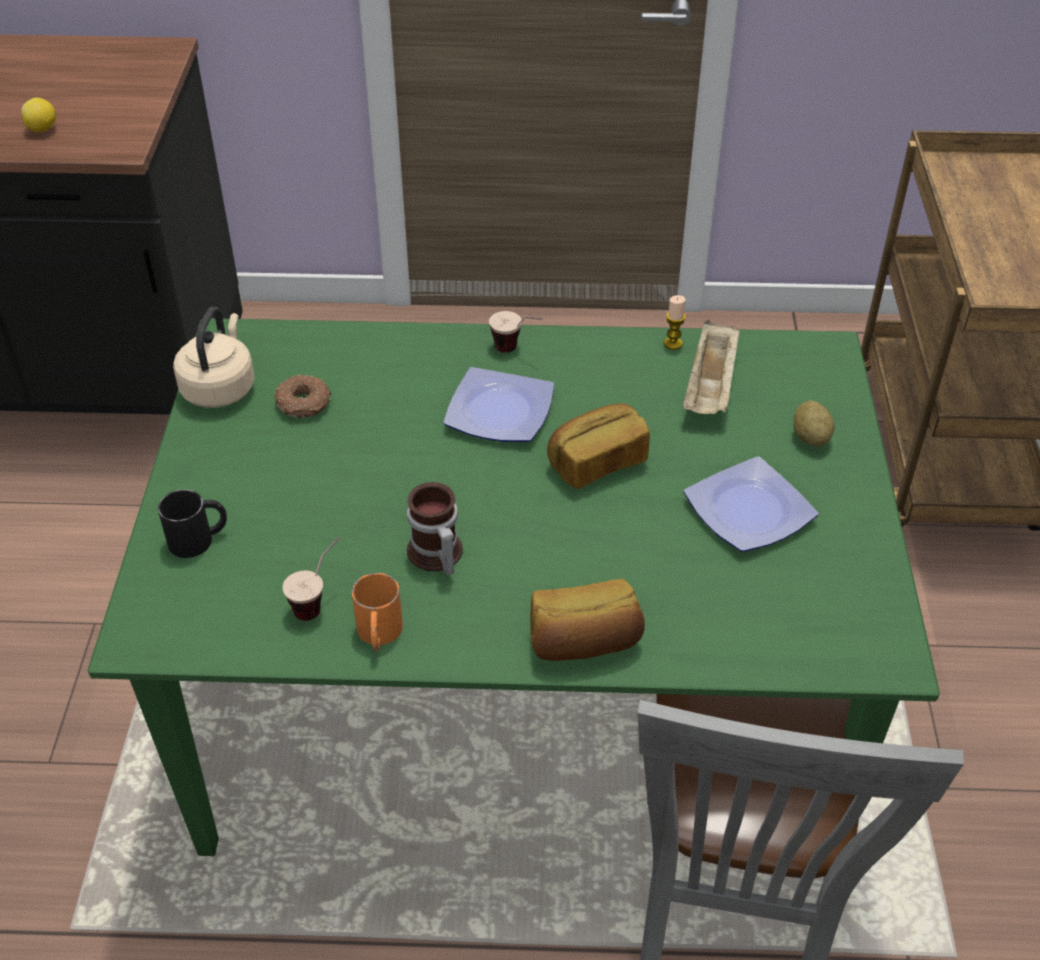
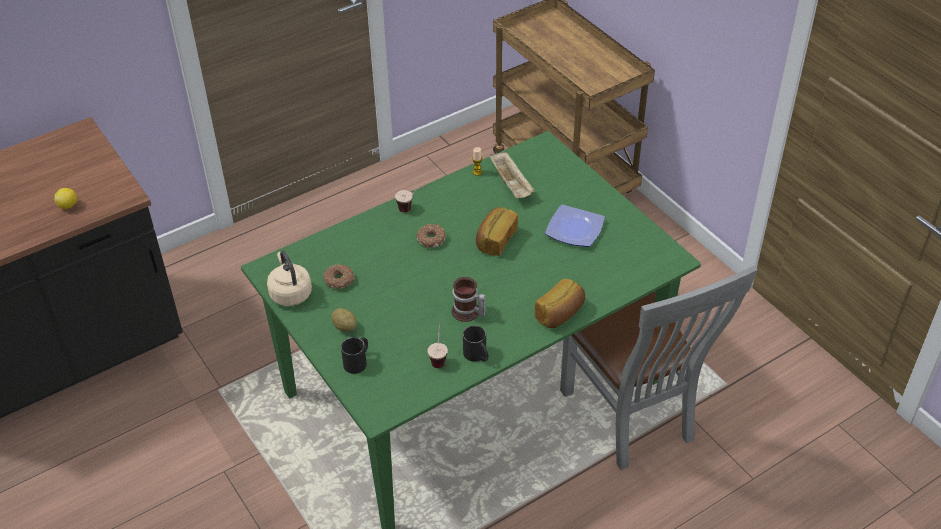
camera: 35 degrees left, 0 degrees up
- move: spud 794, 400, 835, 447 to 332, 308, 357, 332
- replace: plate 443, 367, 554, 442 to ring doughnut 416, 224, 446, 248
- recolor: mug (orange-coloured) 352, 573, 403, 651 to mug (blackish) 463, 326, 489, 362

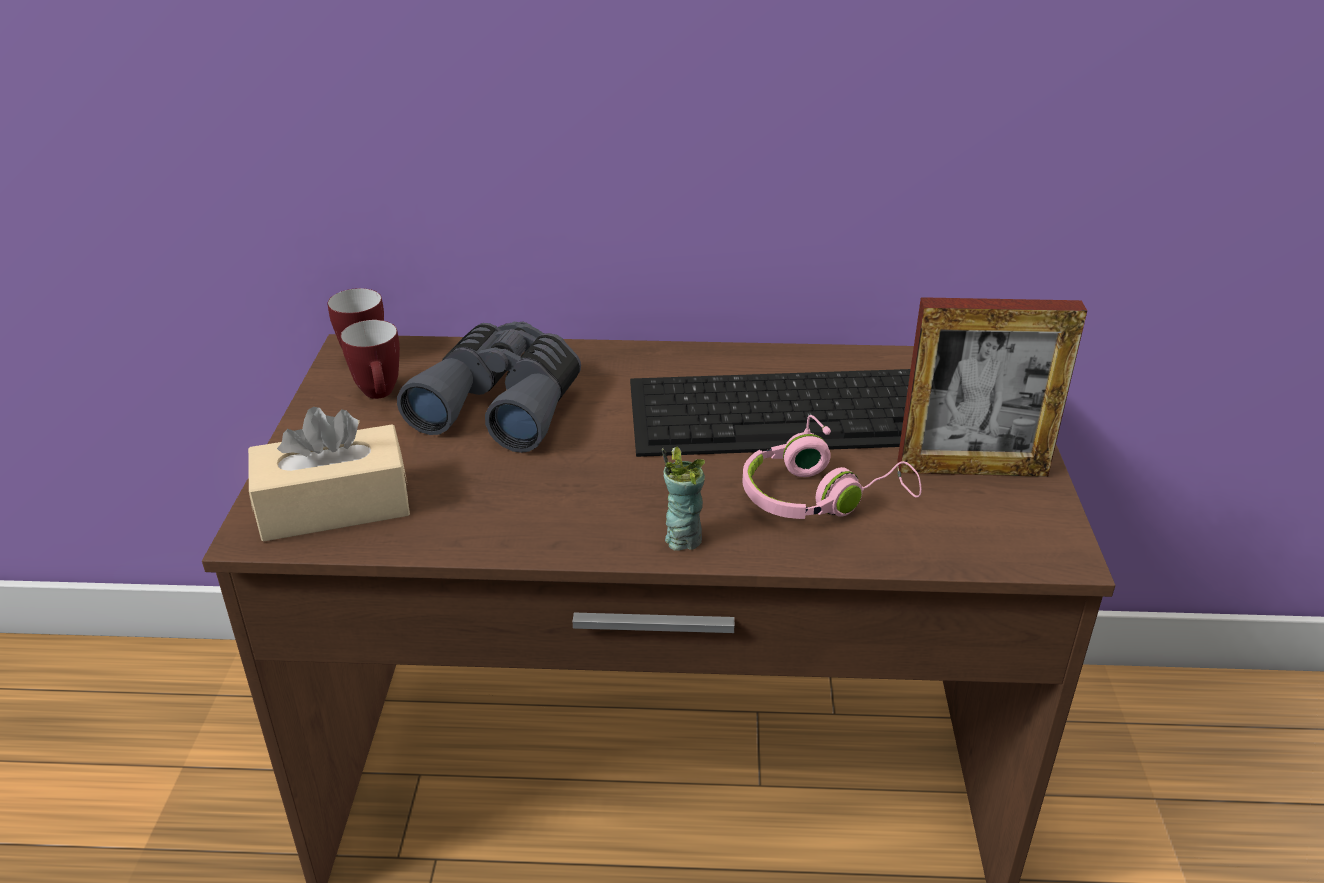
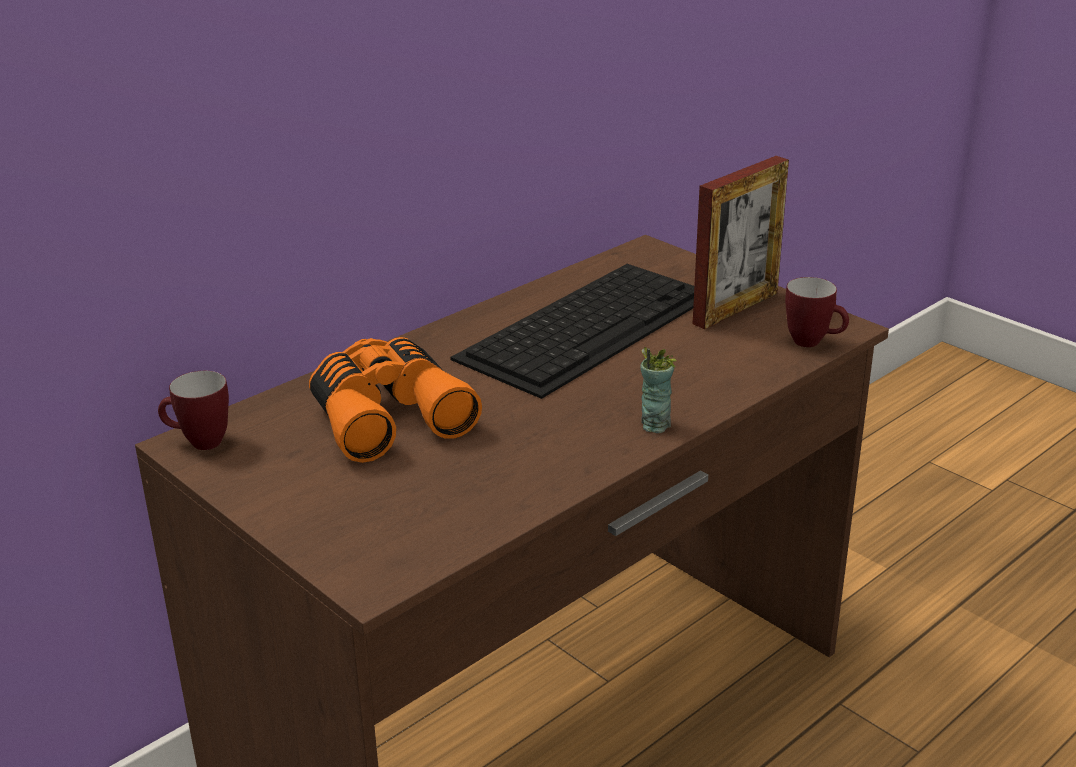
camera: 45 degrees left, 5 degrees down
- recolor: pair of binoculars (grey) 397, 321, 581, 453 to pair of binoculars (orange-coloured) 309, 337, 482, 463
- move: mug 341, 320, 400, 399 to 785, 277, 849, 347
- delete: tissue holder (sand-coloured) 248, 407, 410, 542
- delete: headset (pink) 742, 415, 922, 519

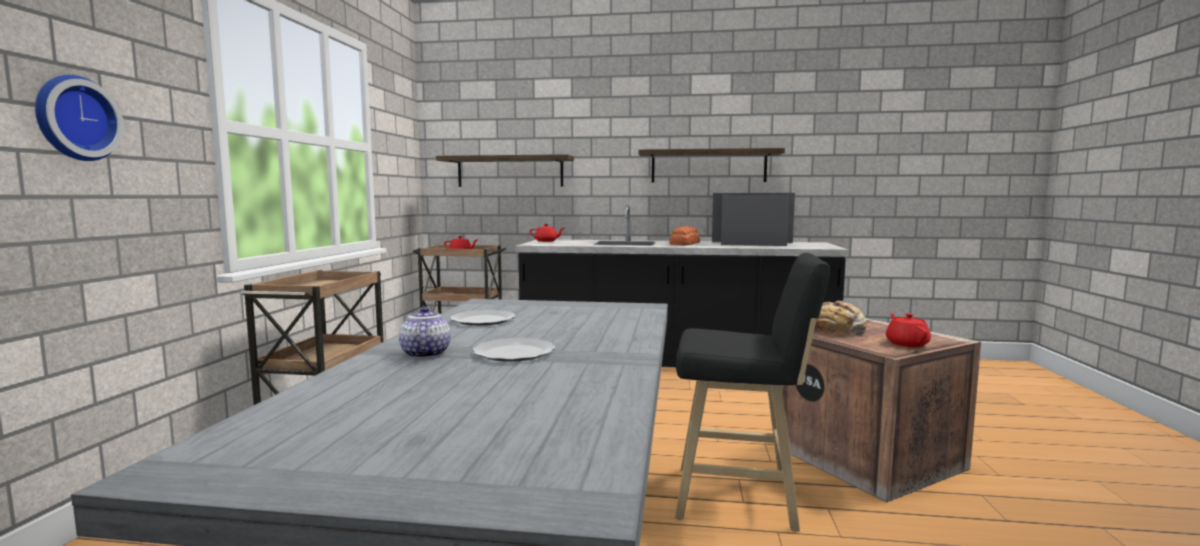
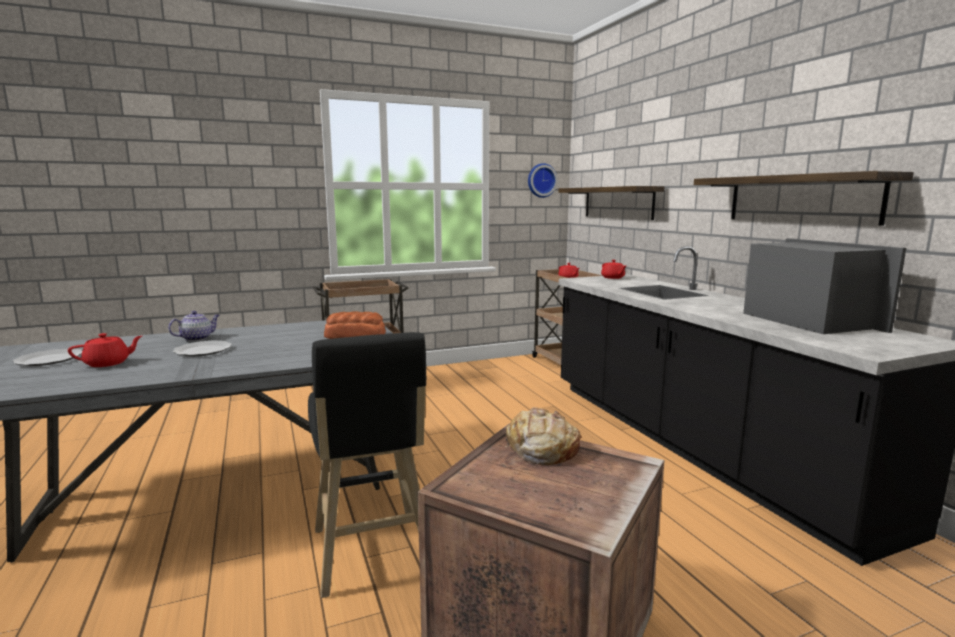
camera: 60 degrees right, 5 degrees up
- move: plate 451, 310, 516, 326 to 13, 348, 82, 366
- move: tea pot (red-coloured) 886, 313, 931, 347 to 68, 333, 142, 367
- move: baked bread 669, 226, 700, 245 to 324, 311, 386, 339
- move: clock on the wall 35, 75, 124, 161 to 528, 163, 558, 198

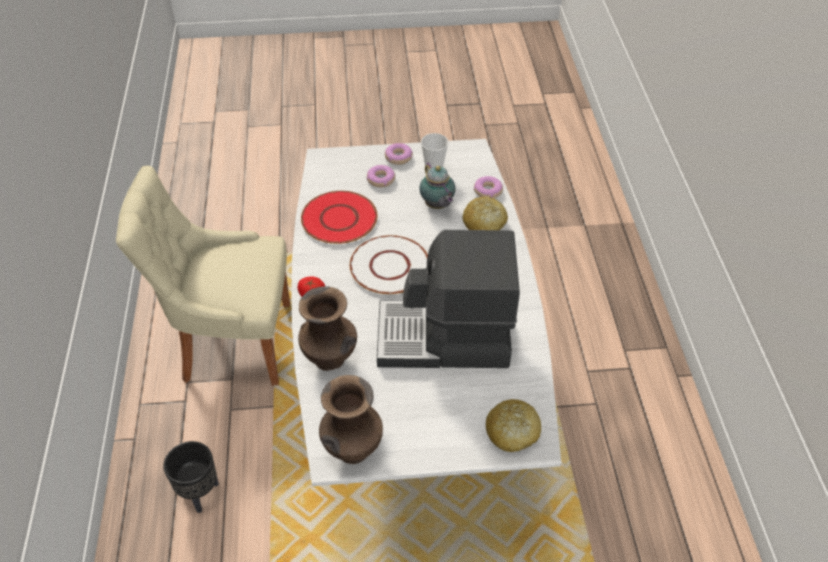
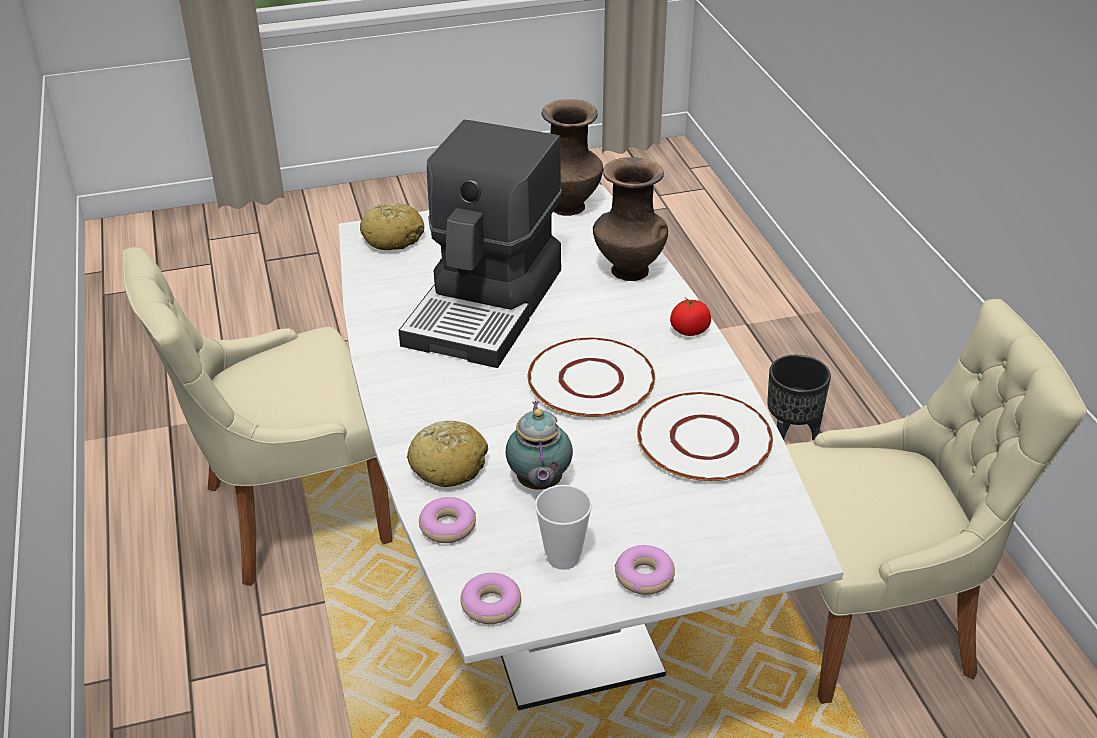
camera: 170 degrees right, 10 degrees down
- insert: upright chair (sand-coloured) 122, 247, 392, 586
- rotate: coffee machine 377, 230, 520, 368 = 399, 120, 562, 368 120 degrees clockwise
- move: ring doughnut 367, 165, 395, 187 to 460, 573, 521, 624
- rotate: tea pot 419, 162, 456, 209 = 505, 401, 573, 490 150 degrees counterclockwise
- recolor: plate (red-coloured) 301, 191, 377, 244 to plate (whitish) 637, 392, 773, 481

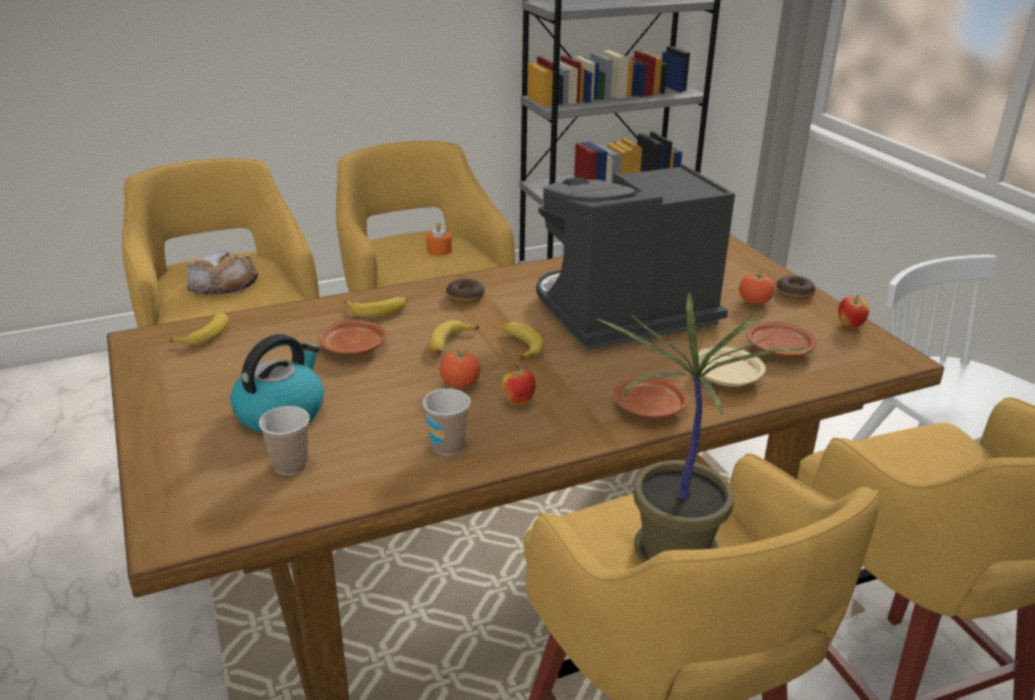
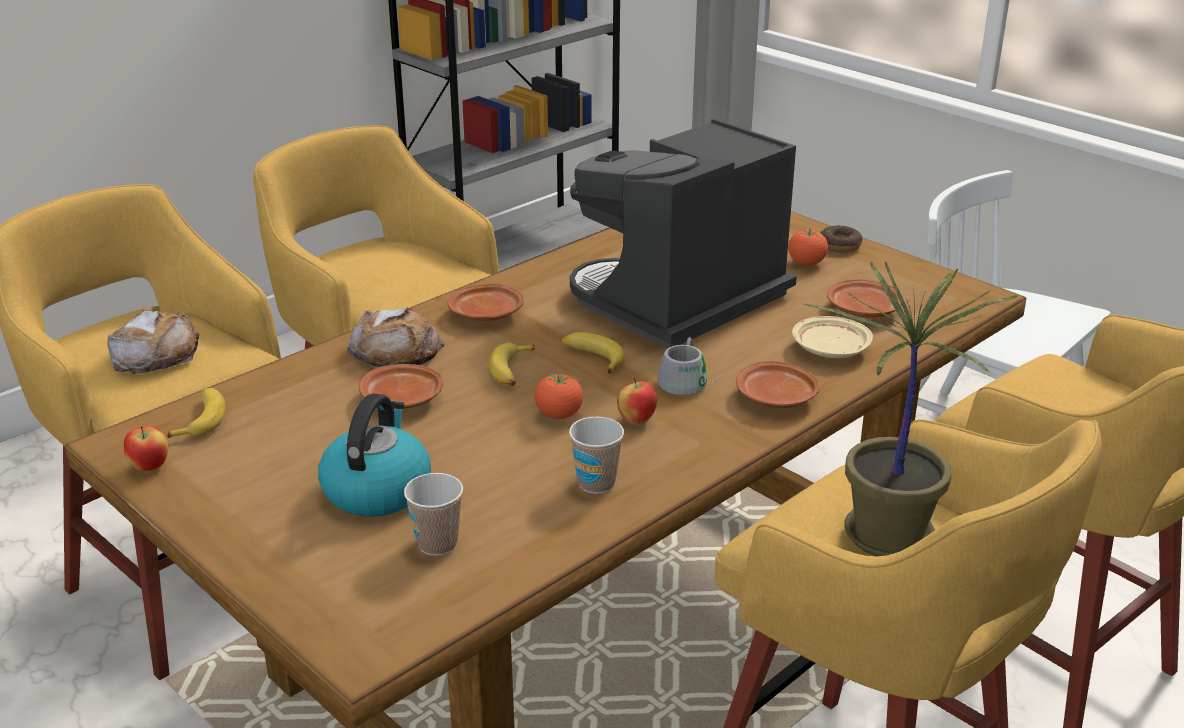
camera: 20 degrees left, 0 degrees up
- move: apple fruit 838, 295, 869, 328 to 124, 426, 168, 471
- replace: banana fruit 344, 297, 408, 318 to baked bread 347, 307, 444, 368
- replace: ring doughnut 446, 278, 485, 303 to plate (brown) 447, 284, 524, 321
- insert: mug (grey) 657, 337, 722, 396
- delete: wax candle (orange-coloured) 426, 222, 452, 256

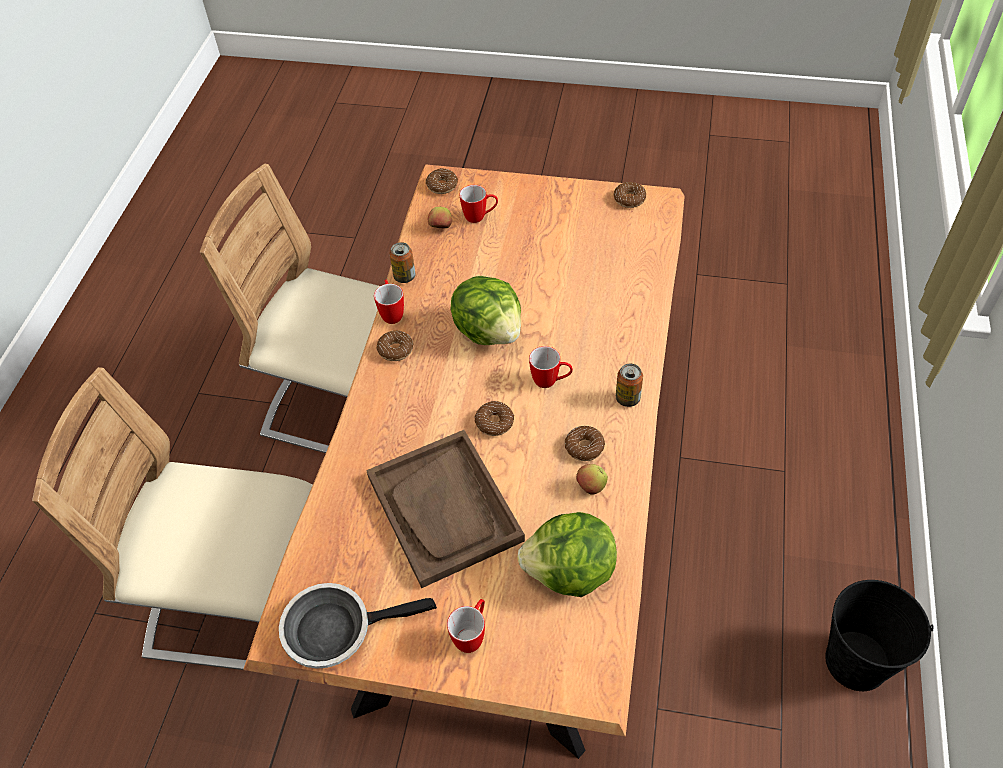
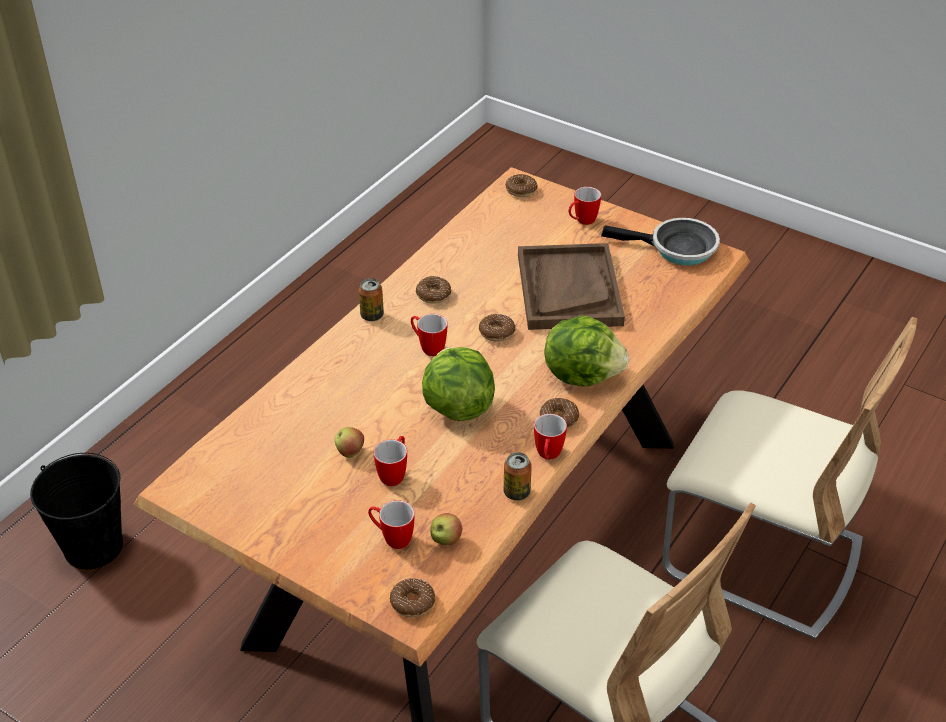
camera: 160 degrees left, 10 degrees down
- move: bucket (blackish) 825, 580, 934, 691 to 30, 453, 123, 569
- move: apple fruit 576, 464, 608, 495 to 335, 427, 364, 458
- insert: mug 373, 436, 407, 486
- move: ring doughnut 614, 182, 646, 208 to 505, 174, 538, 197
- move: lettuce head 517, 512, 617, 597 to 545, 316, 629, 387

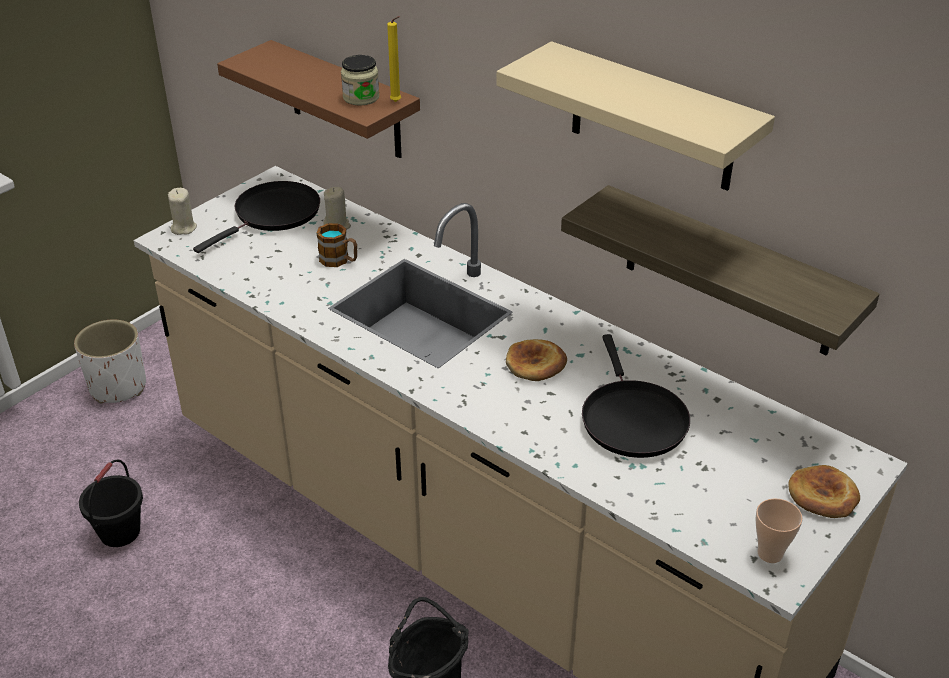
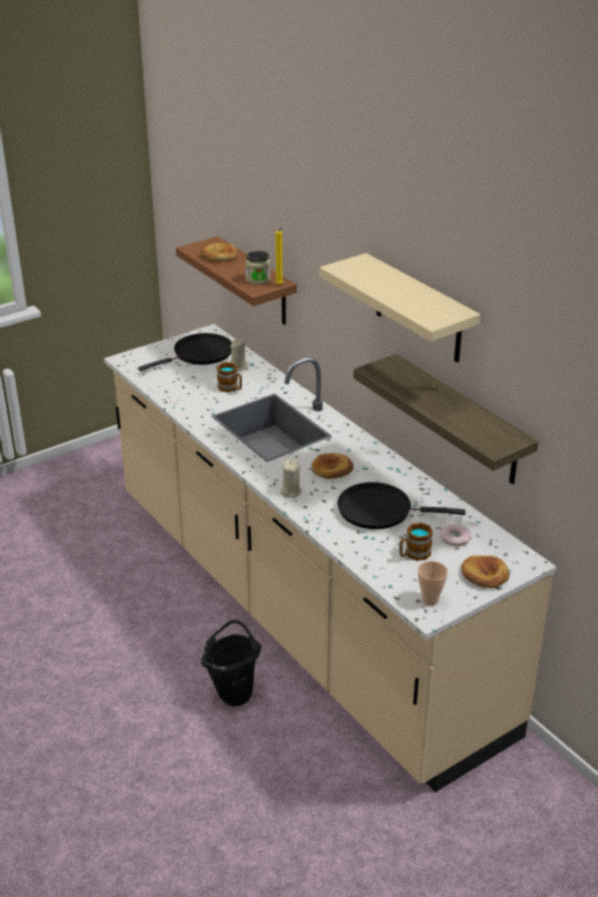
camera: 15 degrees right, 5 degrees down
- insert: baked bread 200, 243, 238, 262
- move: wax candle (sand-coloured) 168, 188, 197, 235 to 280, 459, 302, 498
- rotate: skillet (blackish) 582, 334, 690, 458 = 337, 482, 466, 529 90 degrees clockwise
- insert: mug 399, 523, 433, 561
- insert: ring doughnut 440, 524, 471, 546
- delete: plant pot (whitish) 74, 319, 146, 404
- delete: bucket (blackish) 79, 459, 143, 547

